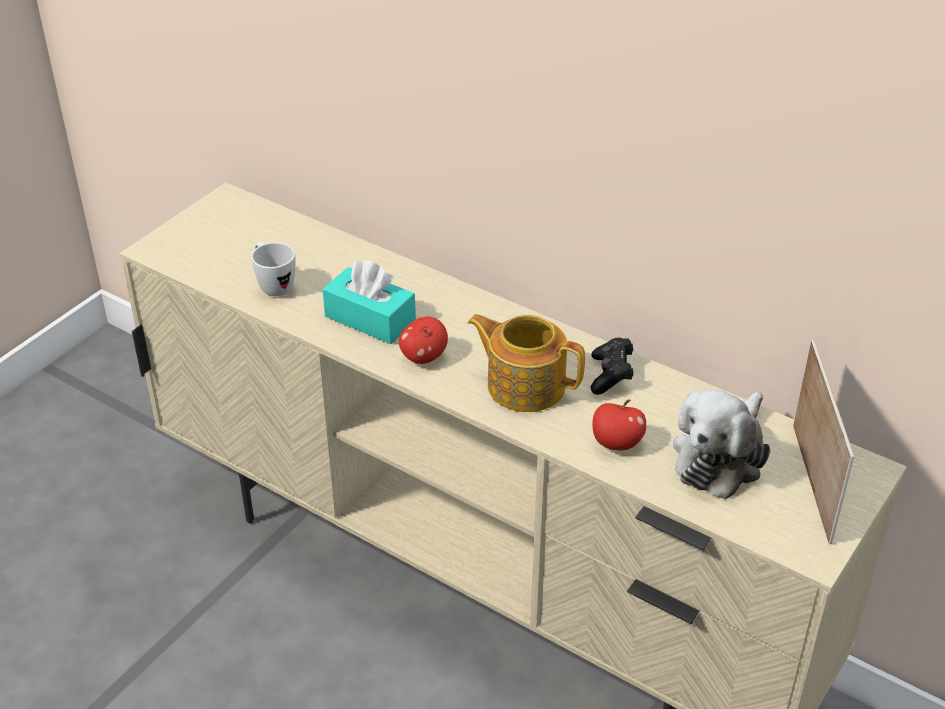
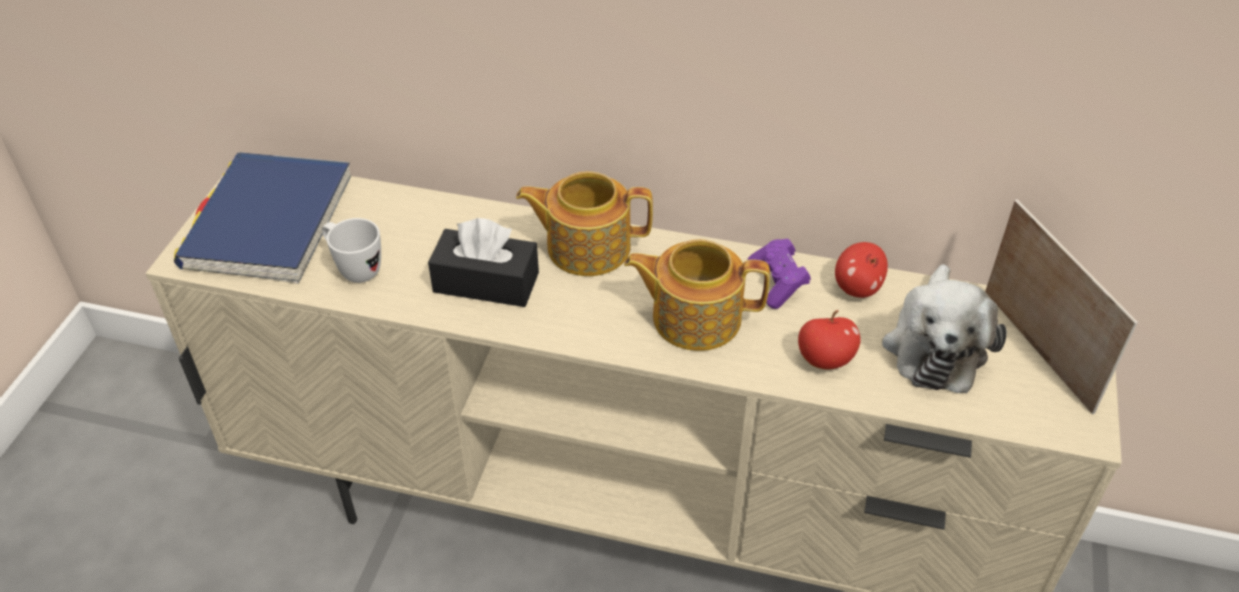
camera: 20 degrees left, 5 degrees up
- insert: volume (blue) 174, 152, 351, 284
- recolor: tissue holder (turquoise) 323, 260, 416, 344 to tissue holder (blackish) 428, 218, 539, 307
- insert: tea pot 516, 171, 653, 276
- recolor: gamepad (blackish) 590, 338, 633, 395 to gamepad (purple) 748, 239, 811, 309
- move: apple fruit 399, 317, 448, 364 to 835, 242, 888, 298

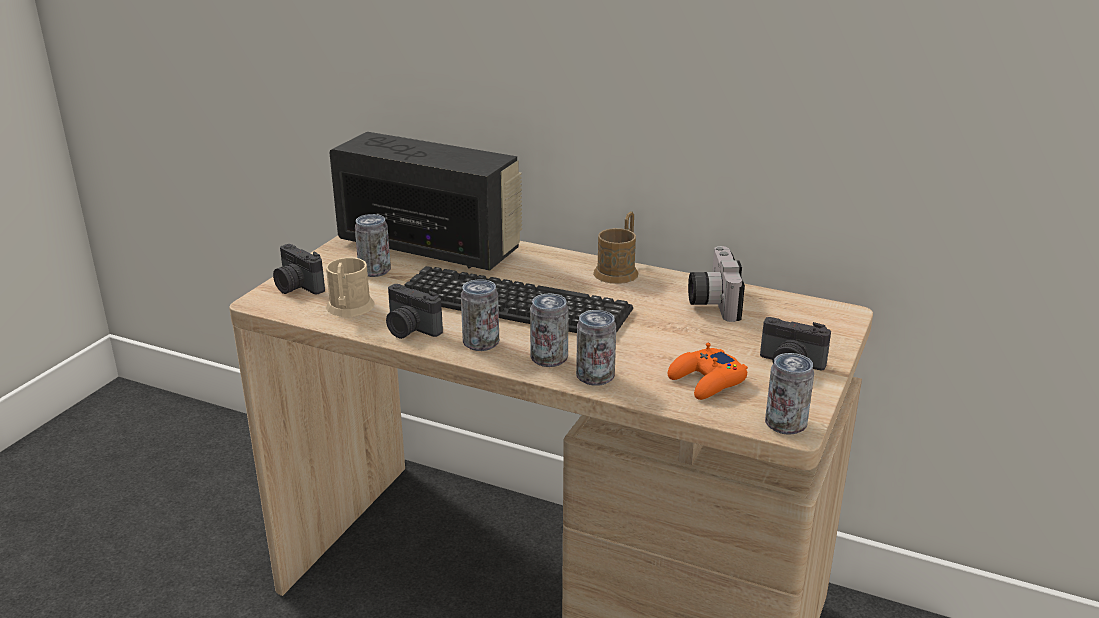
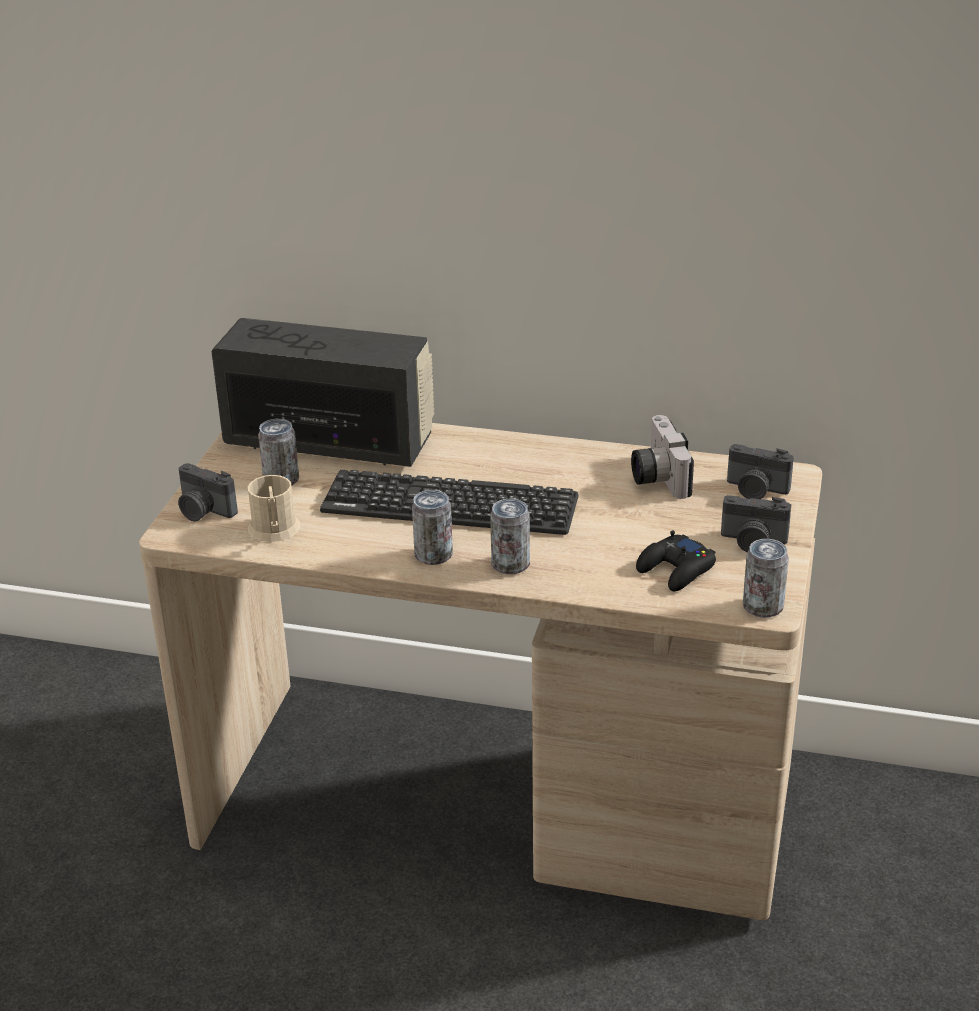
camera: 10 degrees left, 5 degrees up
- recolor: gamepad (orange-coloured) 668, 343, 748, 400 to gamepad (blackish) 636, 530, 716, 592
- move: photo camera 386, 284, 443, 339 to 727, 444, 794, 499
- delete: can 576, 310, 616, 386
- delete: mug (brown) 593, 211, 638, 284

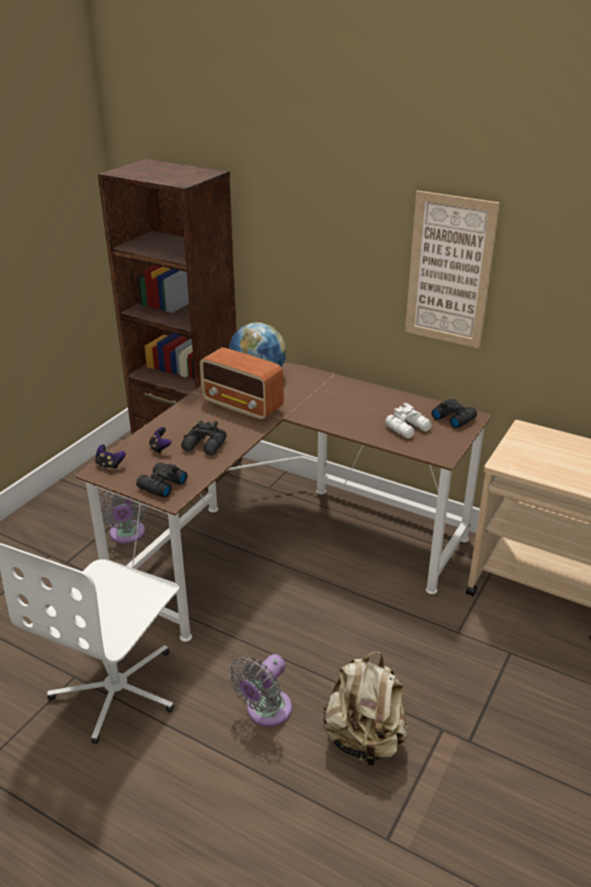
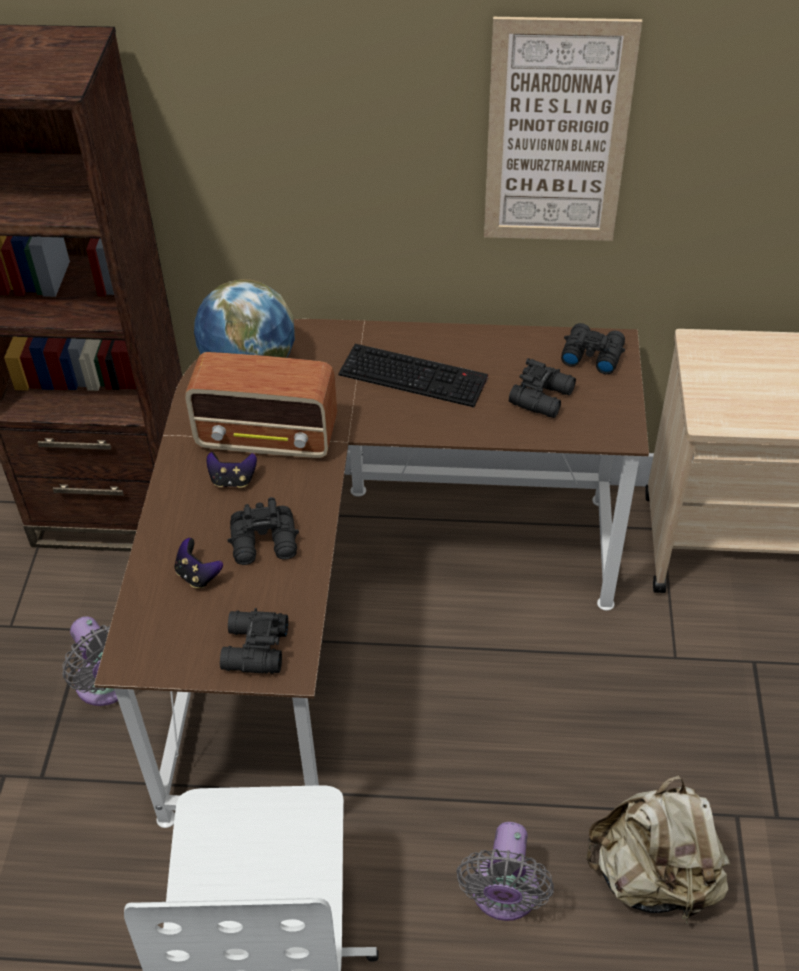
camera: 25 degrees left, 15 degrees up
- move: gamepad 95, 444, 126, 471 to 207, 452, 257, 488
- insert: keyboard 338, 344, 488, 407
- recolor: pair of binoculars (whitish) 385, 402, 432, 438 to pair of binoculars (blackish) 509, 358, 576, 418

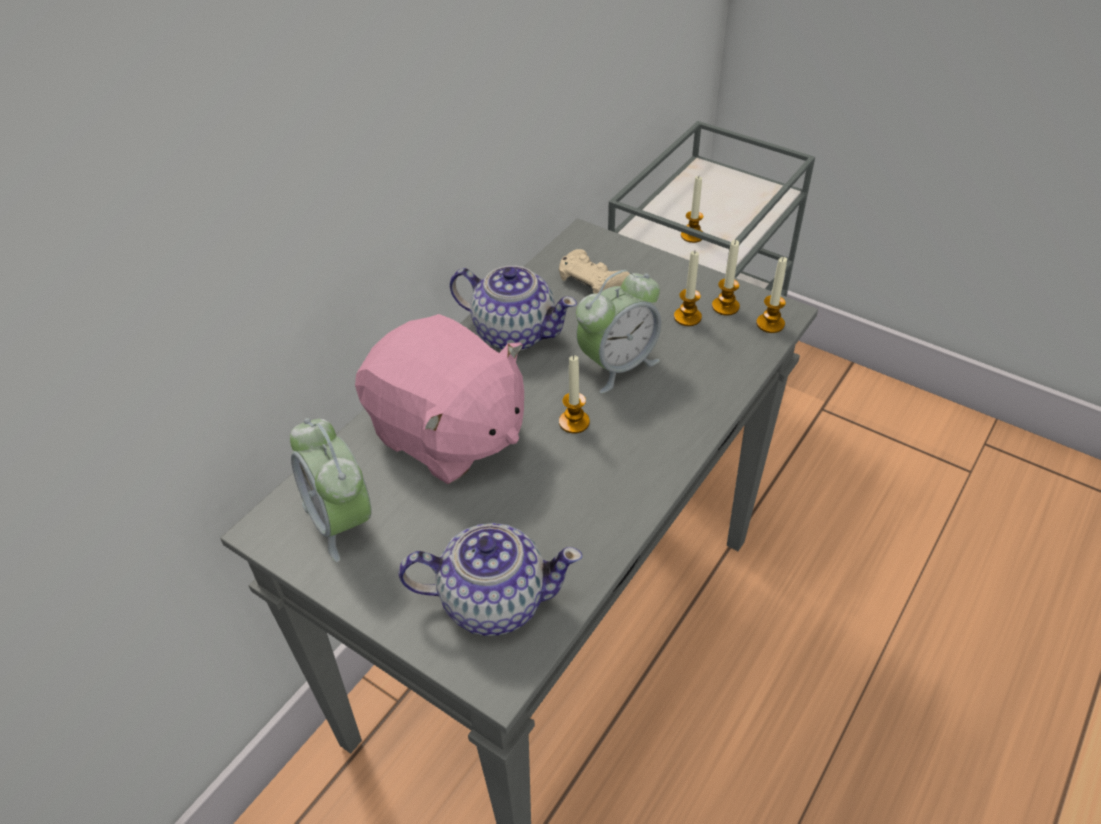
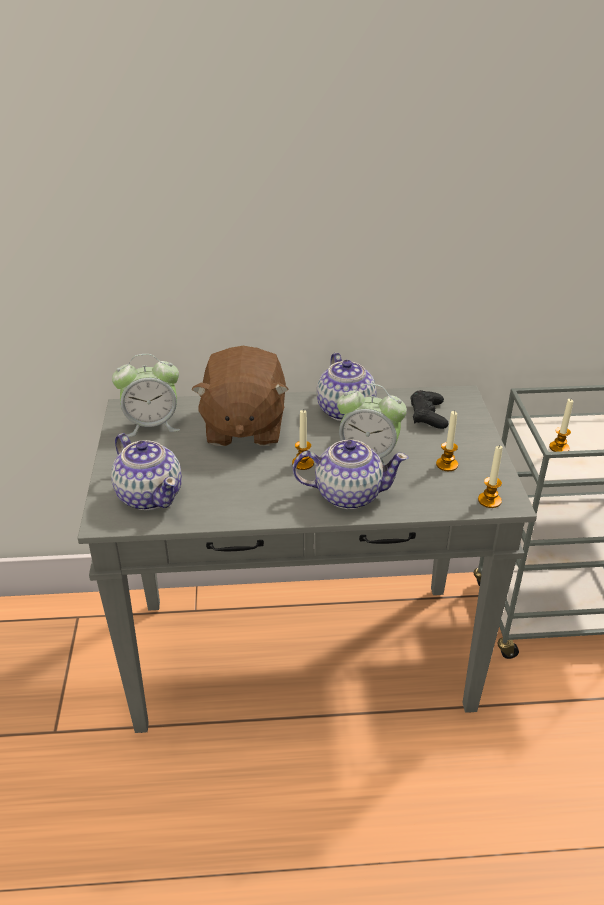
camera: 50 degrees right, 10 degrees down
- rotate: bedside clock 290, 418, 371, 562 = 112, 354, 180, 437 120 degrees counterclockwise
- recolor: cuddly toy (pink) 355, 314, 524, 484 to cuddly toy (brown) 191, 346, 289, 446
- insert: tea pot 293, 440, 409, 509
- recolor: gamepad (sand-coloured) 559, 249, 630, 294 to gamepad (blackish) 410, 390, 449, 429
- delete: wax candle 712, 240, 740, 316

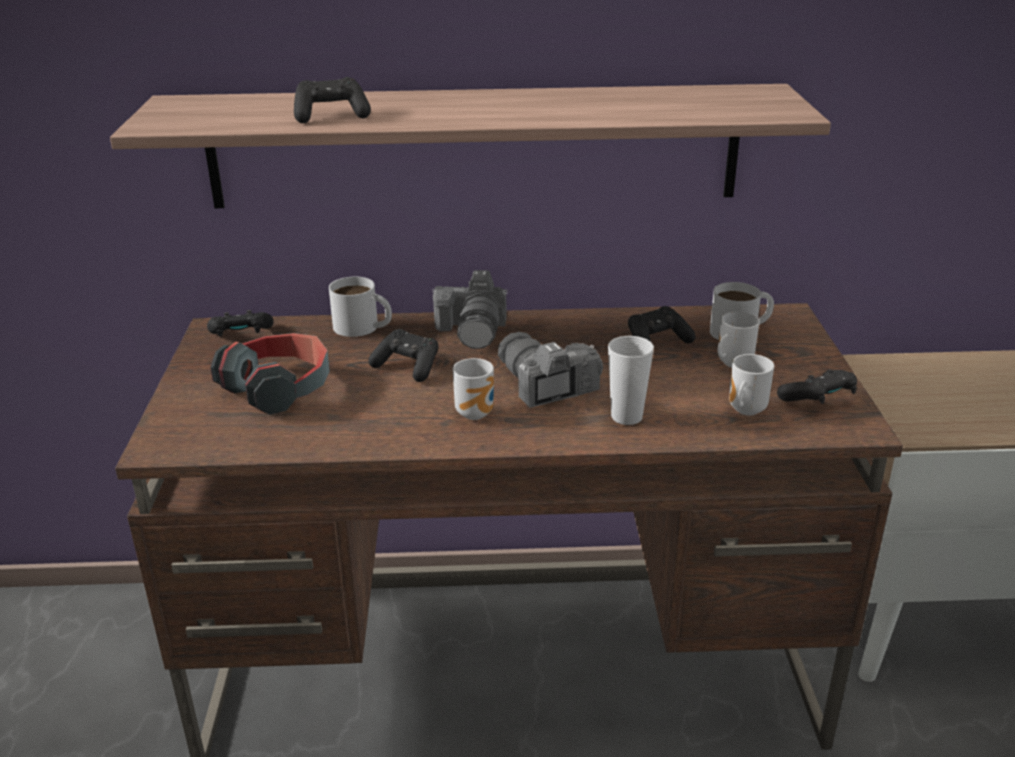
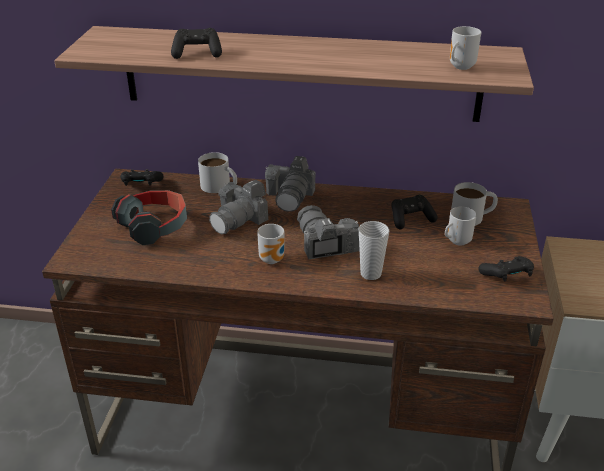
camera: 10 degrees right, 5 degrees up
- replace: gamepad (blackish) 368, 329, 438, 382 to photo camera 209, 180, 268, 234
- move: mug 729, 354, 774, 415 to 450, 26, 481, 70

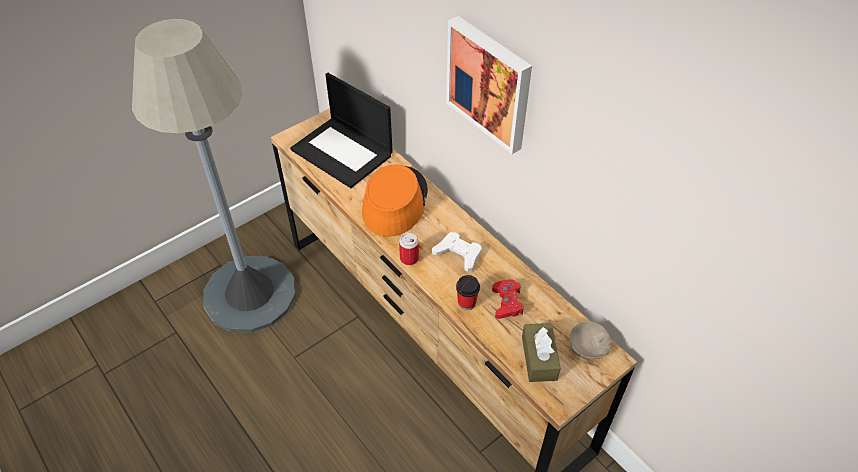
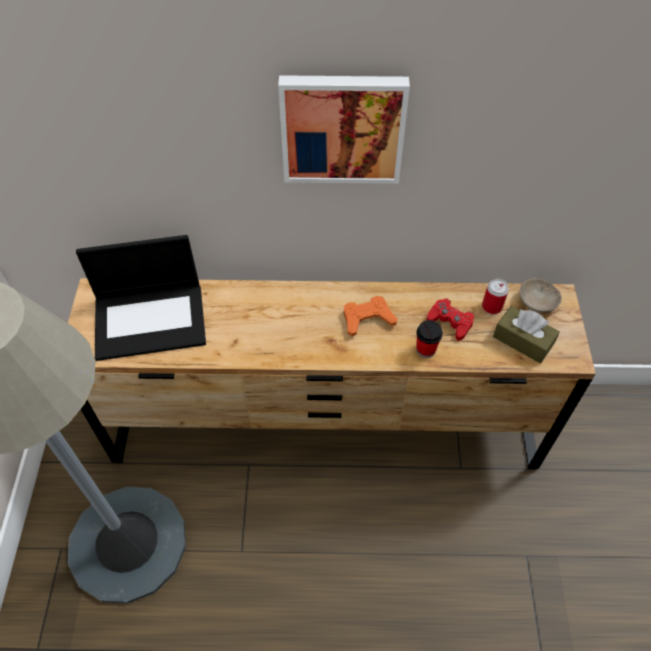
camera: 50 degrees left, 5 degrees up
- recolor: gamepad (whitish) 432, 232, 481, 272 to gamepad (orange-coloured) 344, 296, 397, 336
- move: can 399, 233, 419, 265 to 482, 279, 509, 314
- delete: wearable hat (orange-coloured) 362, 164, 428, 237

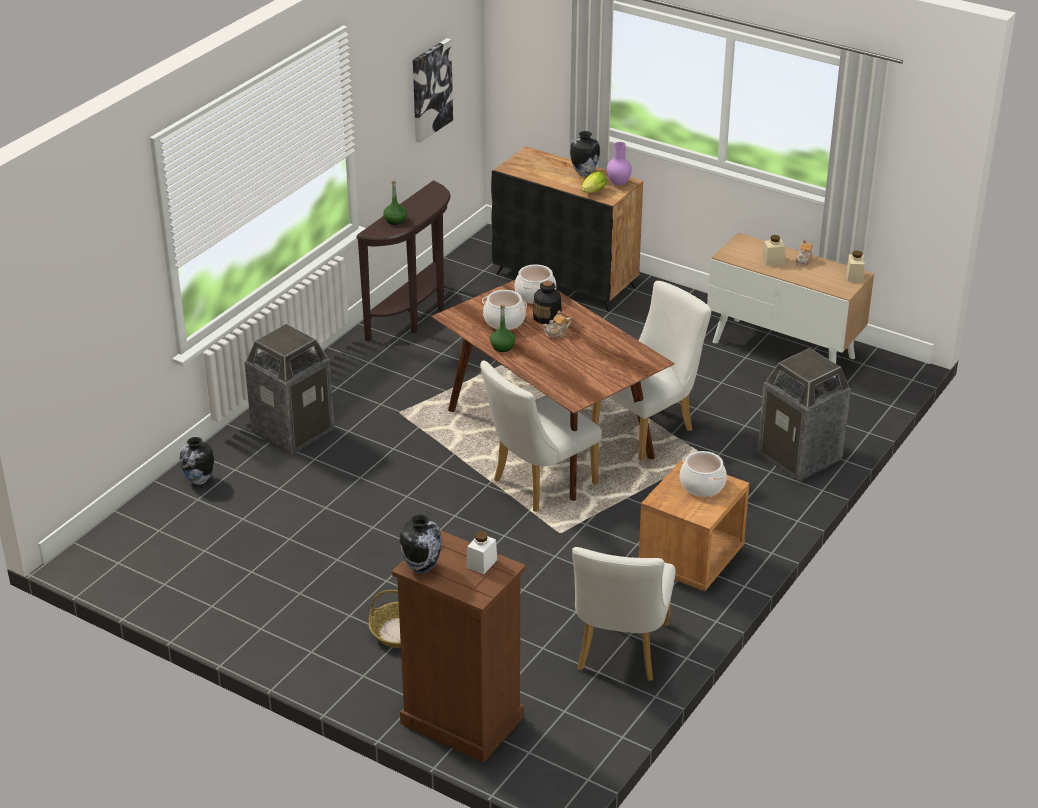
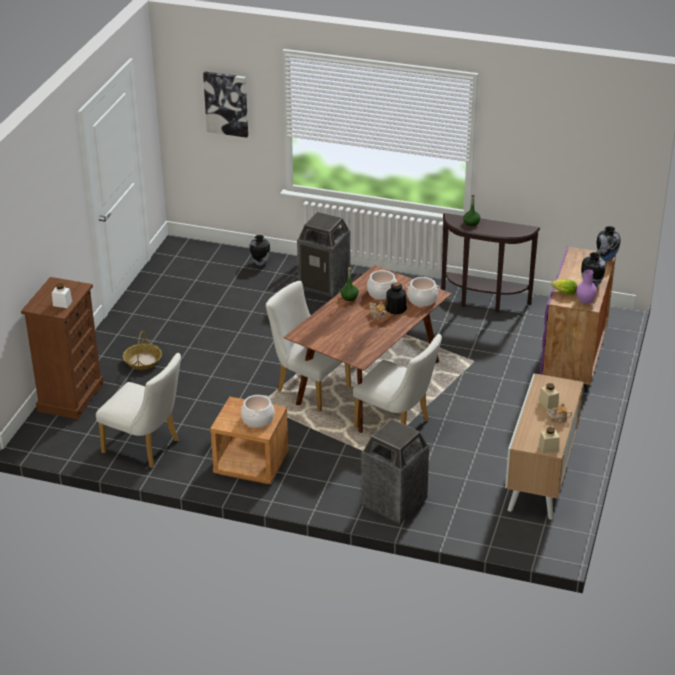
camera: 75 degrees right, 0 degrees up
- rotate: upright chair (whitish) 572, 547, 676, 681 = 96, 353, 181, 468 150 degrees counterclockwise
- move: picture 413, 38, 453, 143 to 203, 71, 248, 138
- recolor: storage cabinet (blackish) 491, 146, 643, 312 to storage cabinet (purple) 540, 246, 616, 393
- move: vase 400, 514, 442, 573 to 596, 226, 621, 261

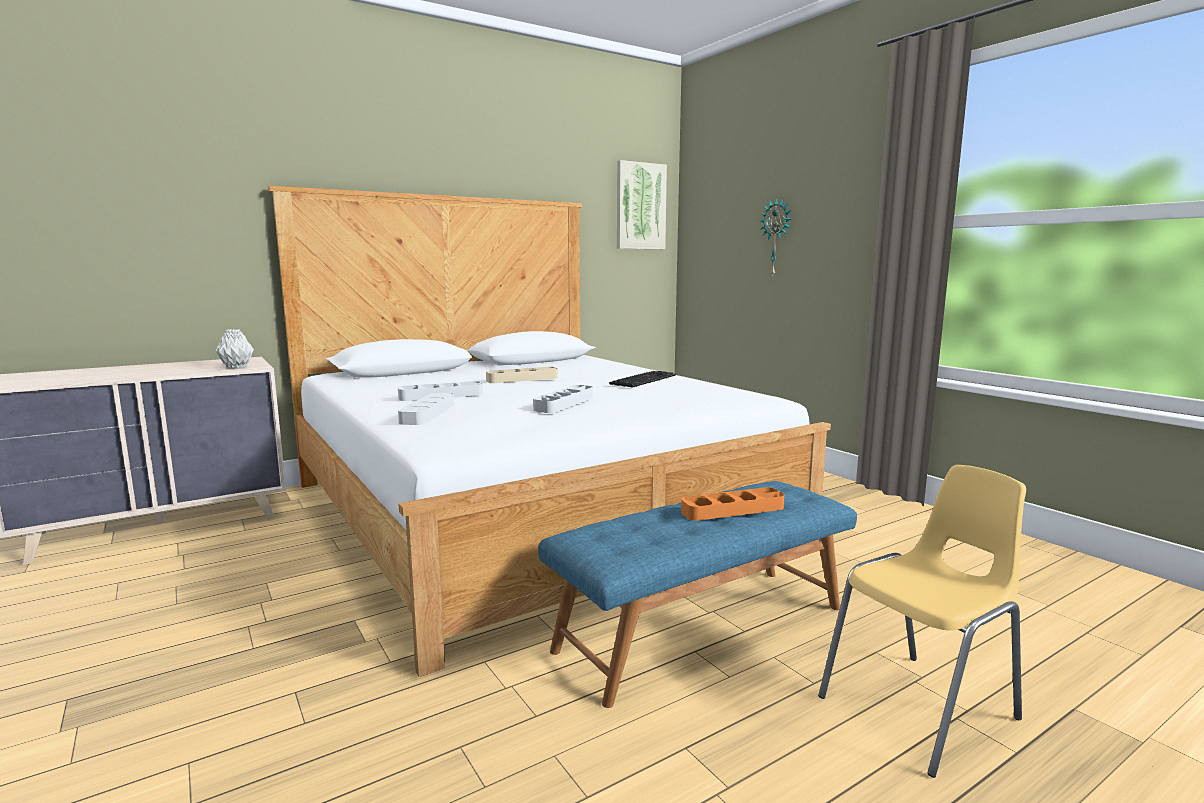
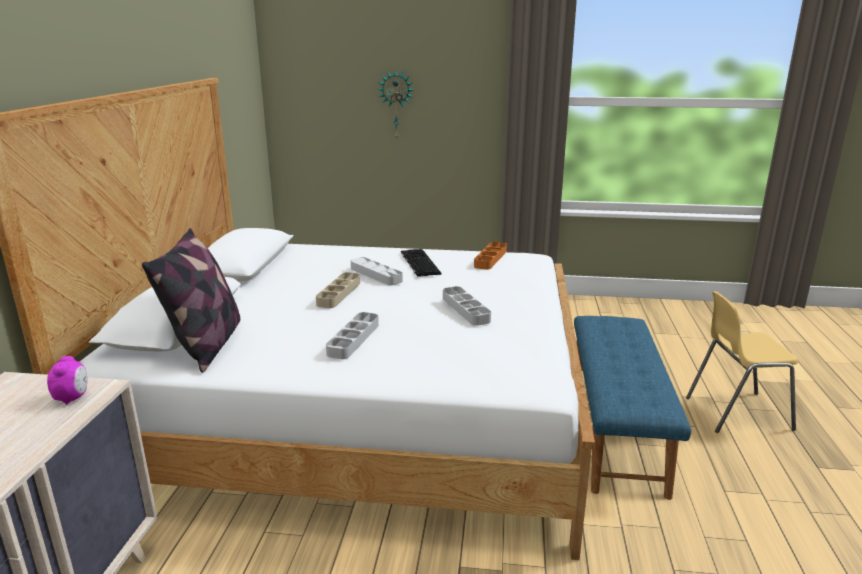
camera: 50 degrees left, 10 degrees up
- replace: vase (grey) 216, 329, 254, 368 to bedside clock 47, 356, 87, 405
- insert: throw pillow 142, 228, 240, 373
- move: carrying tray (grey) 398, 393, 454, 425 to 351, 257, 403, 286
- move: carrying tray (orange-coloured) 681, 487, 784, 521 to 474, 242, 507, 270
- rotate: upright chair (yellowish) 818, 465, 1026, 778 = 686, 291, 798, 433 105 degrees counterclockwise
- delete: picture 617, 160, 667, 249

